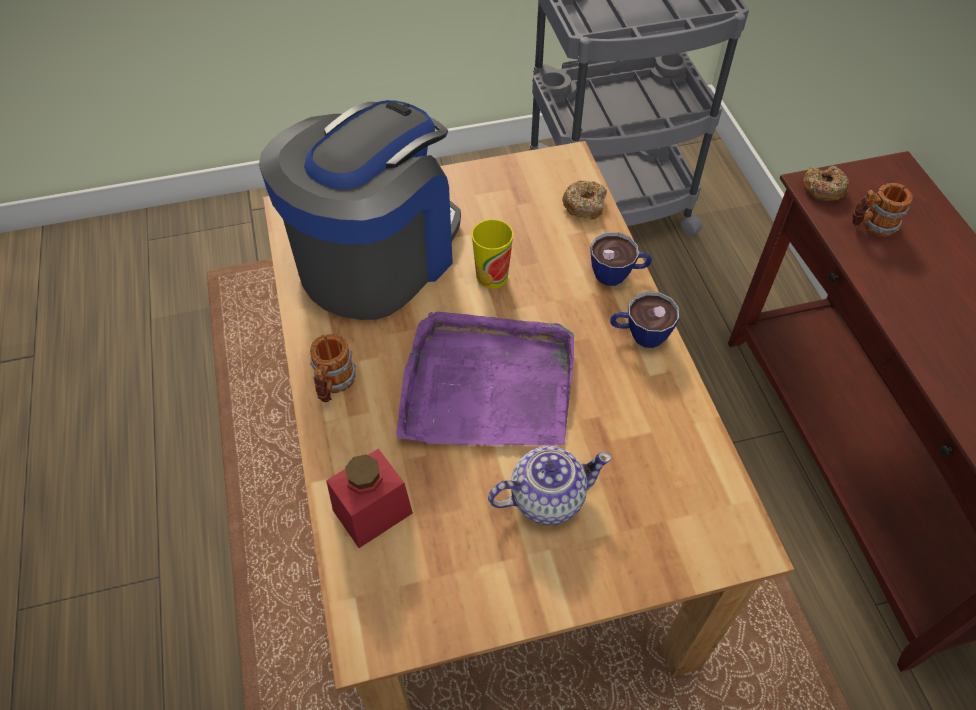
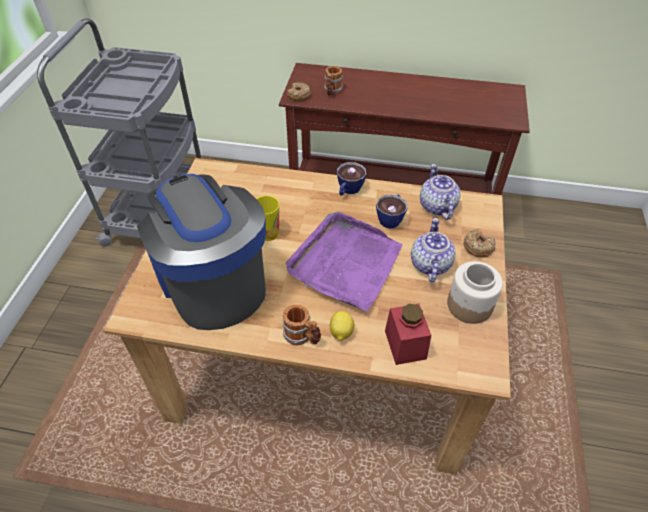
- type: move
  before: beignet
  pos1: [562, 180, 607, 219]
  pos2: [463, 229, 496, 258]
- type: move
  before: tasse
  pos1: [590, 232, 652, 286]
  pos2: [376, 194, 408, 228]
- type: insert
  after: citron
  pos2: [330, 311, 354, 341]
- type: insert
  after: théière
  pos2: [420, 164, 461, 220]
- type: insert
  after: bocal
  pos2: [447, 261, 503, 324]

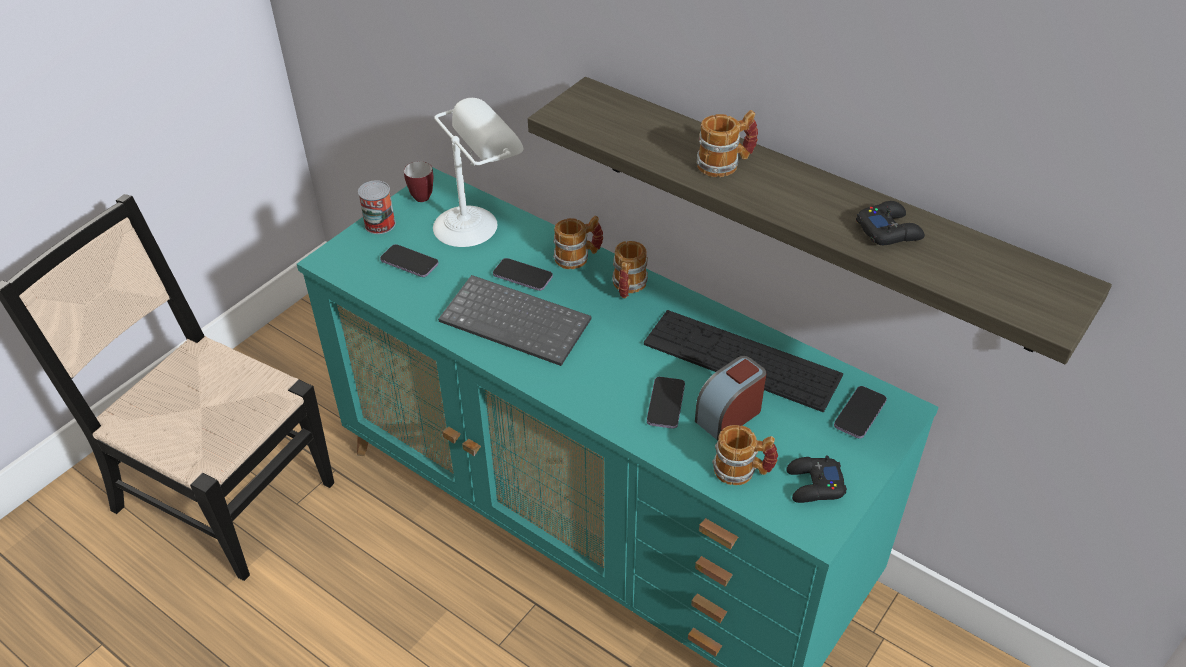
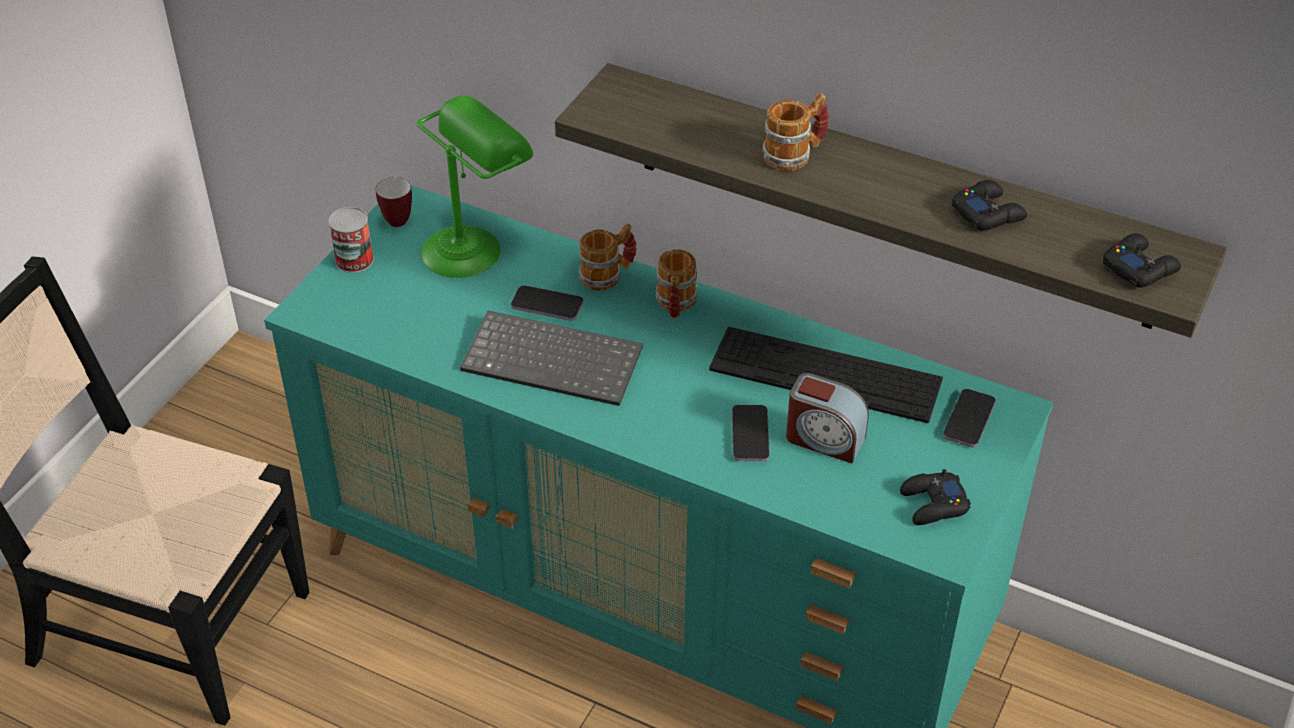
- type: delete
  before: téléphone
  pos1: [380, 244, 439, 277]
- type: recolor
  before: lampe de table [blanc]
  after: lampe de table [vert]
  pos1: [433, 98, 524, 247]
  pos2: [417, 96, 533, 278]
- type: rotate
  before: réveil
  pos1: [695, 356, 766, 440]
  pos2: [786, 373, 869, 463]
  turn: -105
- type: delete
  before: mug
  pos1: [712, 425, 778, 485]
- type: insert
  after: manette [noir]
  pos2: [1103, 233, 1181, 288]

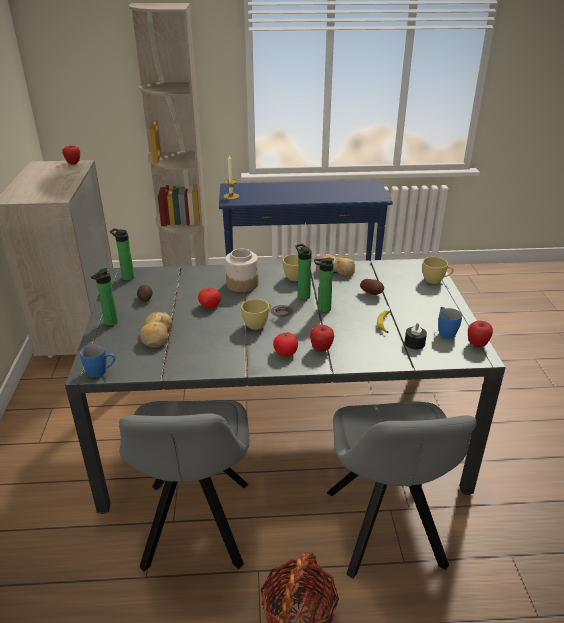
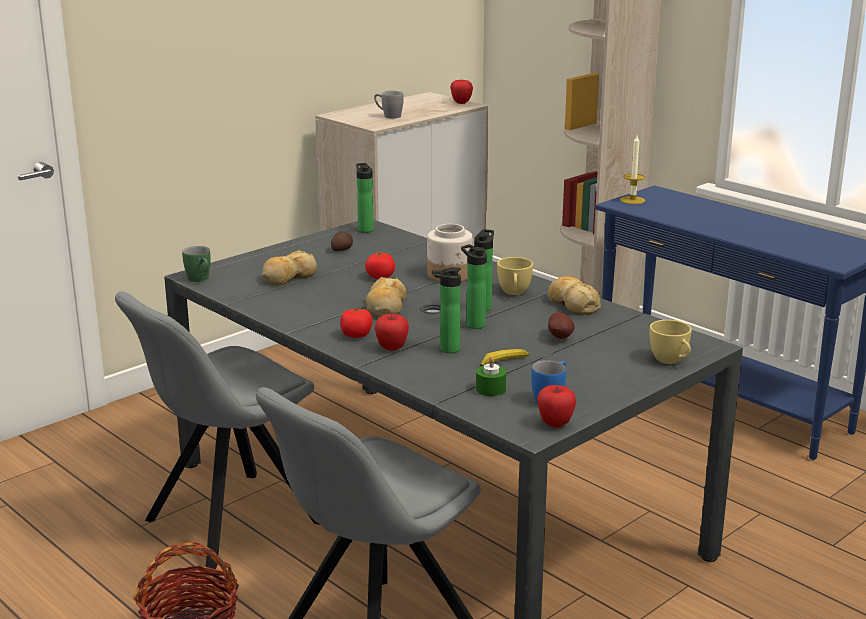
- type: recolor
  before: mug [bleu]
  after: mug [vert]
  pos1: [80, 344, 115, 377]
  pos2: [182, 246, 211, 282]
- type: move
  before: bouteille
  pos1: [91, 268, 118, 326]
  pos2: [432, 267, 461, 353]
- type: replace
  before: tasse [jaune]
  after: pain
  pos1: [241, 299, 271, 330]
  pos2: [365, 277, 406, 317]
- type: recolor
  before: bougie [noir]
  after: bougie [vert]
  pos1: [405, 323, 427, 349]
  pos2: [476, 356, 507, 396]
- type: insert
  after: mug [gris]
  pos2: [374, 91, 404, 119]

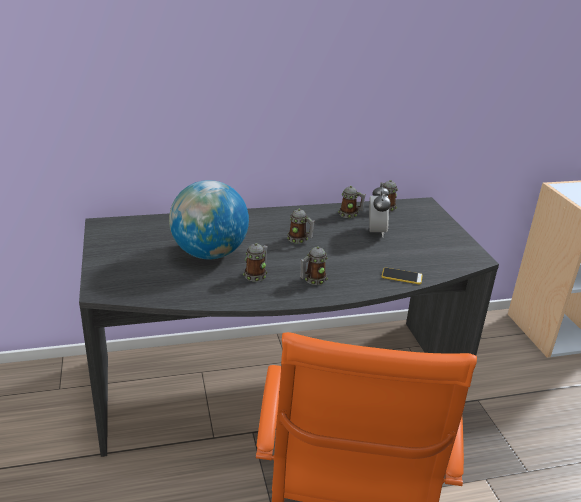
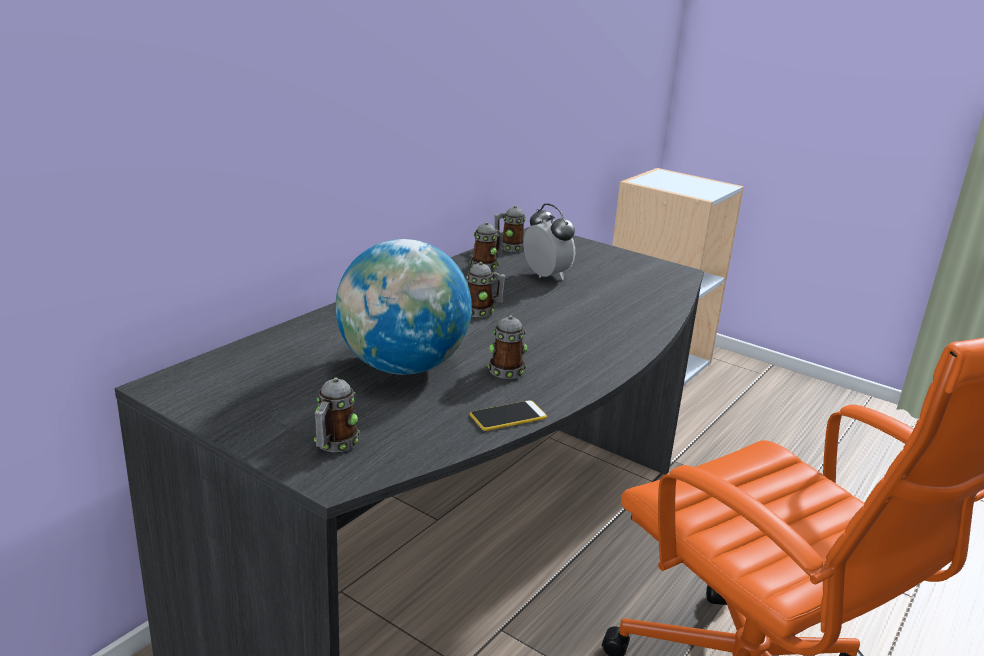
- type: move
  before: mug
  pos1: [300, 247, 328, 285]
  pos2: [314, 377, 360, 452]
- type: move
  before: téléphone
  pos1: [381, 268, 423, 284]
  pos2: [470, 400, 547, 431]

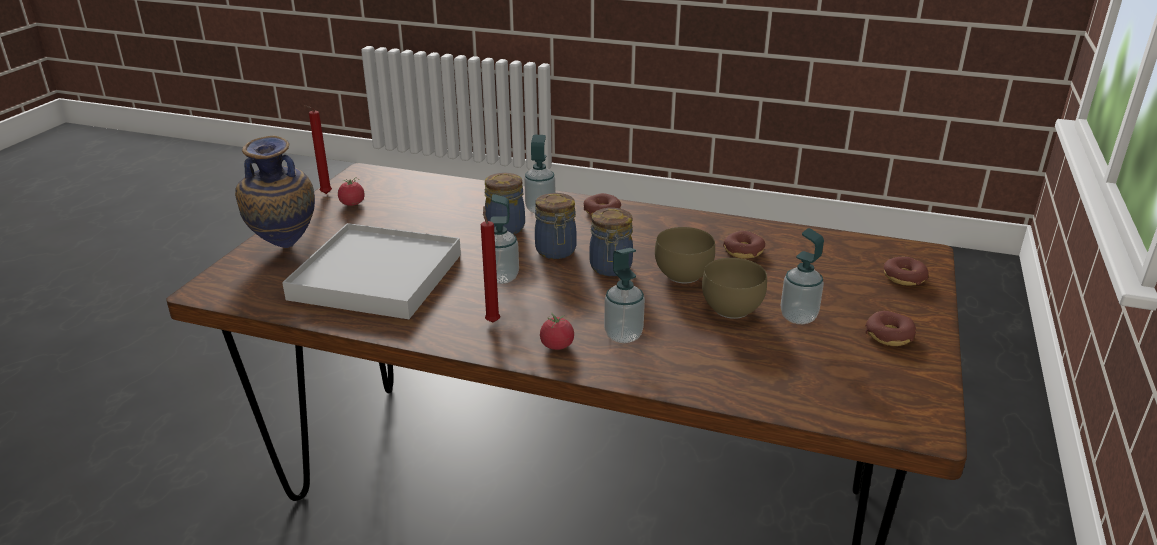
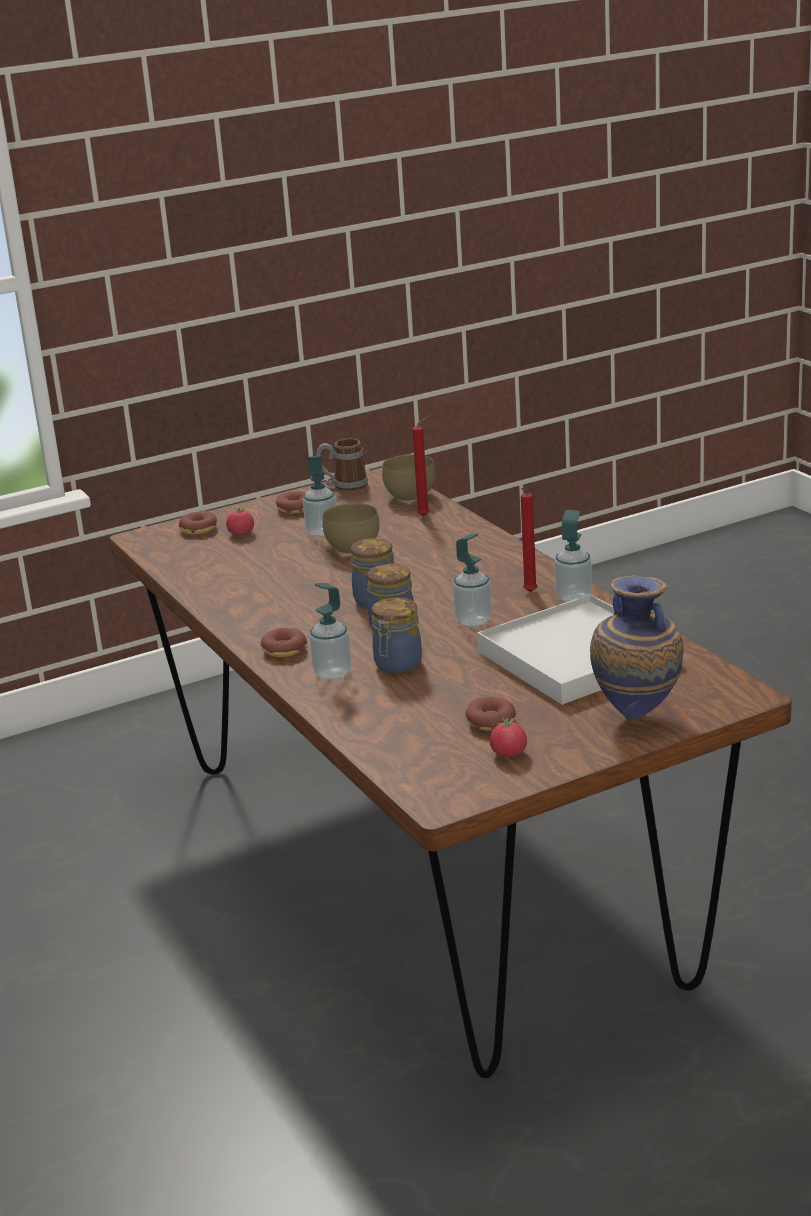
- type: move
  before: bougie [rouge]
  pos1: [304, 105, 332, 194]
  pos2: [412, 417, 430, 516]
- type: move
  before: tomate
  pos1: [540, 312, 574, 350]
  pos2: [226, 506, 254, 535]
- type: move
  before: distributeur de savon
  pos1: [604, 248, 645, 343]
  pos2: [555, 510, 592, 602]
- type: move
  before: bol [marron]
  pos1: [655, 227, 715, 283]
  pos2: [382, 454, 435, 502]
- type: move
  before: beignet
  pos1: [723, 231, 765, 259]
  pos2: [466, 697, 516, 731]
- type: insert
  after: mug
  pos2: [316, 438, 368, 492]

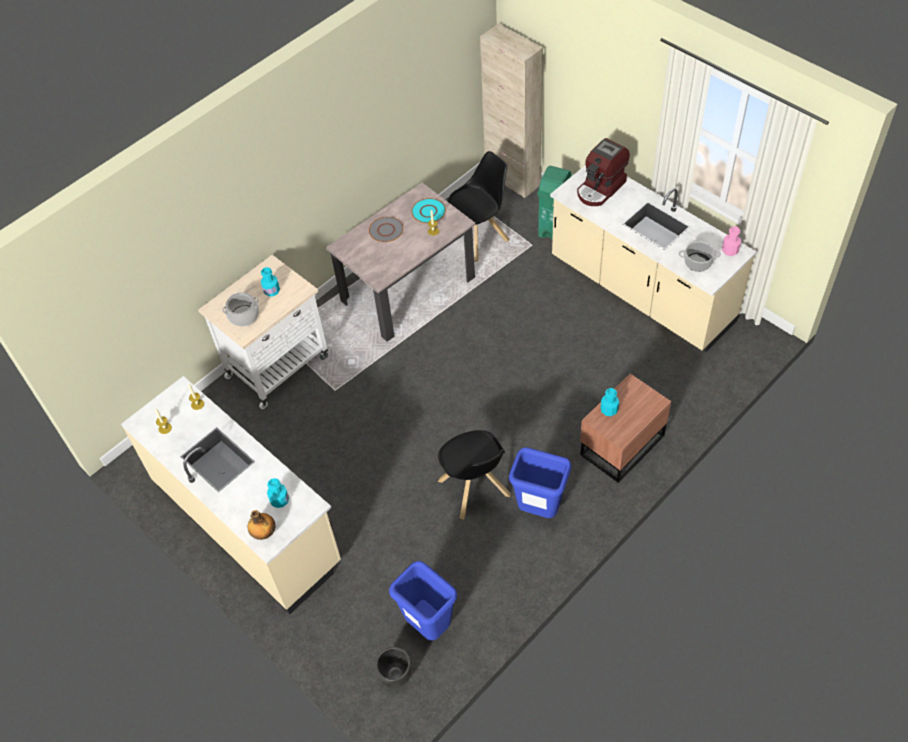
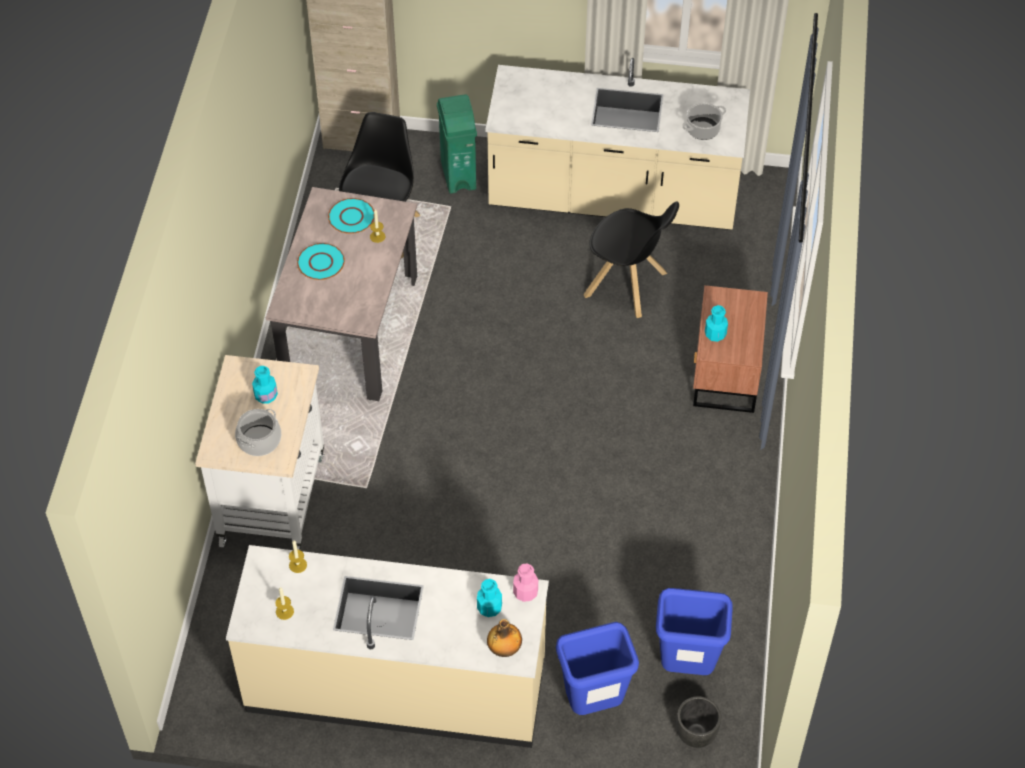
- type: recolor
  before: assiette [gris]
  after: assiette [turquoise]
  pos1: [369, 217, 403, 242]
  pos2: [297, 243, 345, 280]
- type: move
  before: chaise [noir]
  pos1: [438, 430, 511, 520]
  pos2: [583, 201, 679, 318]
- type: move
  before: poubelle [bleu]
  pos1: [509, 447, 571, 518]
  pos2: [556, 622, 639, 715]
- type: delete
  before: machine à café
  pos1: [577, 138, 630, 206]
- type: move
  before: bouteille [rose]
  pos1: [722, 226, 741, 256]
  pos2: [513, 563, 538, 602]

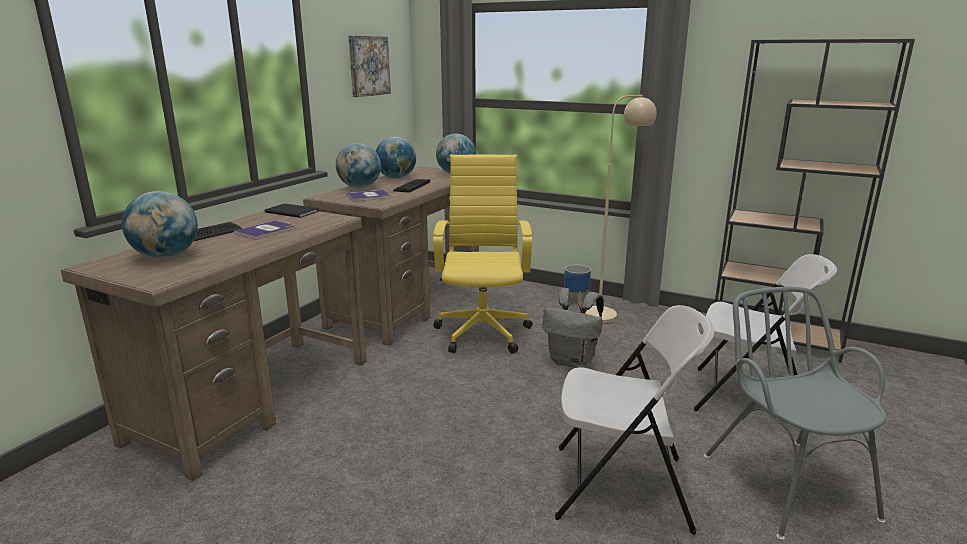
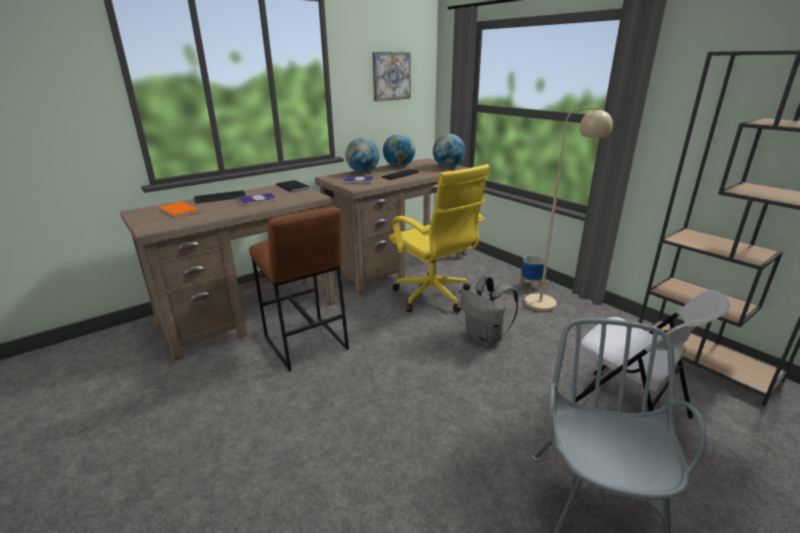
- type: replace
  before: globe
  after: livre [orange]
  pos1: [122, 191, 198, 258]
  pos2: [160, 202, 200, 218]
- type: rotate
  before: chaise de bureau [jaune]
  pos1: [433, 154, 533, 354]
  pos2: [389, 164, 489, 312]
  turn: 120
- type: delete
  before: chaise [blanc]
  pos1: [555, 305, 714, 535]
- type: insert
  after: tabouret [marron]
  pos2: [249, 206, 349, 371]

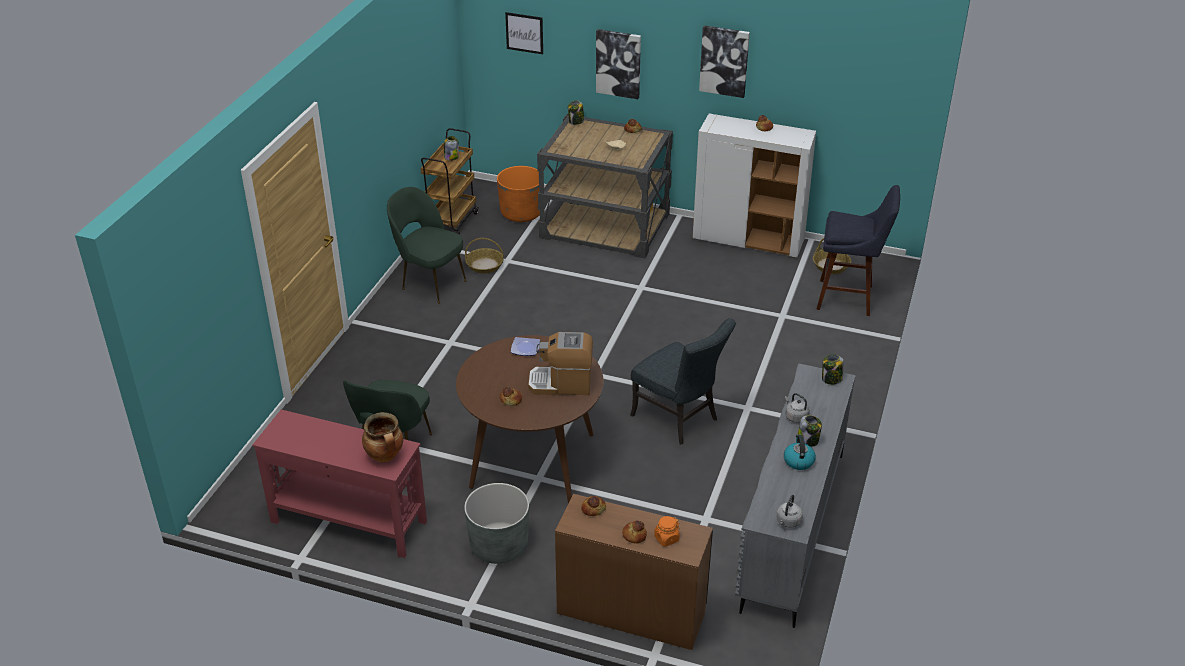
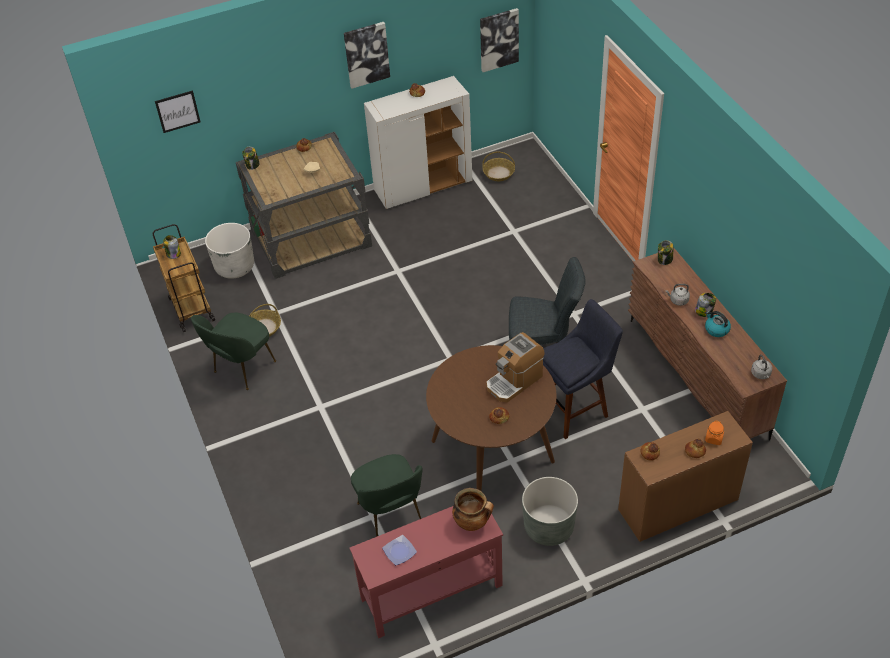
- type: rotate
  before: chaise [vert]
  pos1: [387, 187, 467, 304]
  pos2: [191, 313, 276, 390]
  turn: -45
- type: recolor
  before: cache-pot [orange]
  after: cache-pot [blanc]
  pos1: [497, 166, 540, 222]
  pos2: [205, 223, 254, 279]
- type: move
  before: assiette
  pos1: [511, 337, 540, 356]
  pos2: [382, 535, 417, 565]
- type: move
  before: tableau
  pos1: [596, 29, 641, 99]
  pos2: [480, 8, 519, 72]
- type: recolor
  before: commode [gris]
  after: commode [marron]
  pos1: [735, 363, 856, 628]
  pos2: [628, 247, 787, 441]
- type: move
  before: tabouret [bleu]
  pos1: [816, 185, 900, 316]
  pos2: [543, 299, 623, 439]

